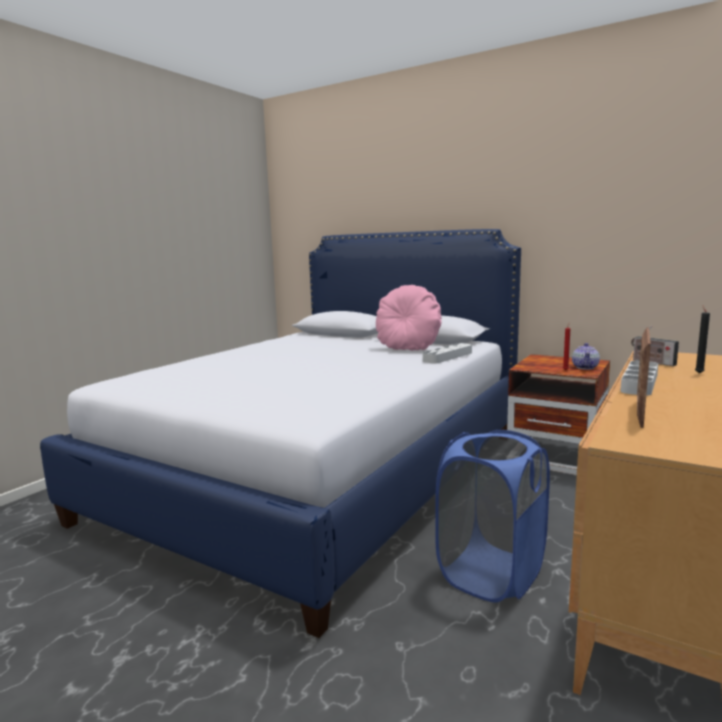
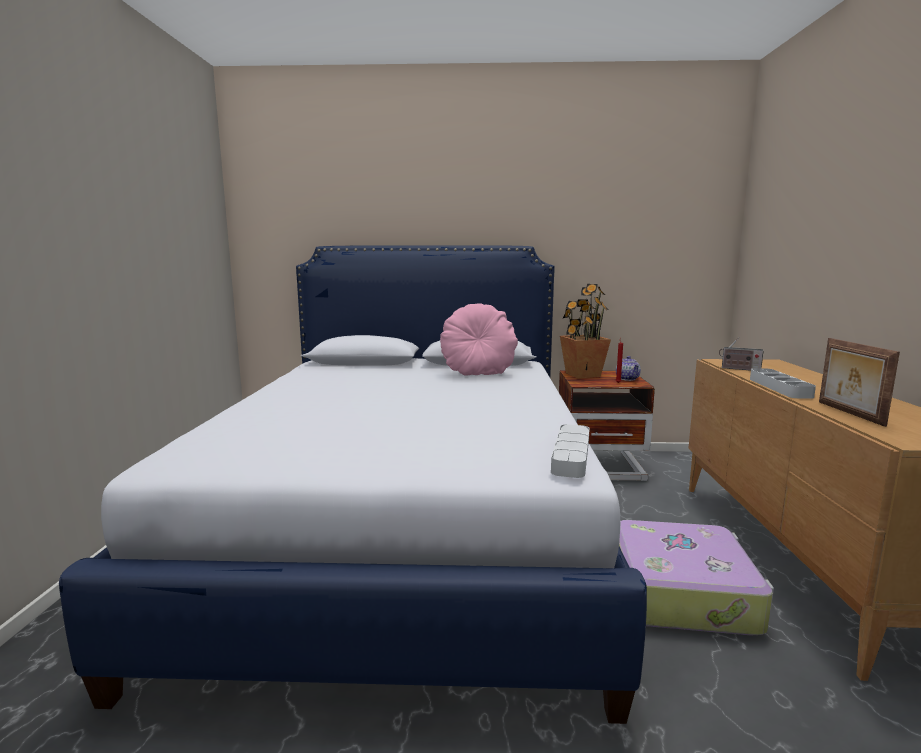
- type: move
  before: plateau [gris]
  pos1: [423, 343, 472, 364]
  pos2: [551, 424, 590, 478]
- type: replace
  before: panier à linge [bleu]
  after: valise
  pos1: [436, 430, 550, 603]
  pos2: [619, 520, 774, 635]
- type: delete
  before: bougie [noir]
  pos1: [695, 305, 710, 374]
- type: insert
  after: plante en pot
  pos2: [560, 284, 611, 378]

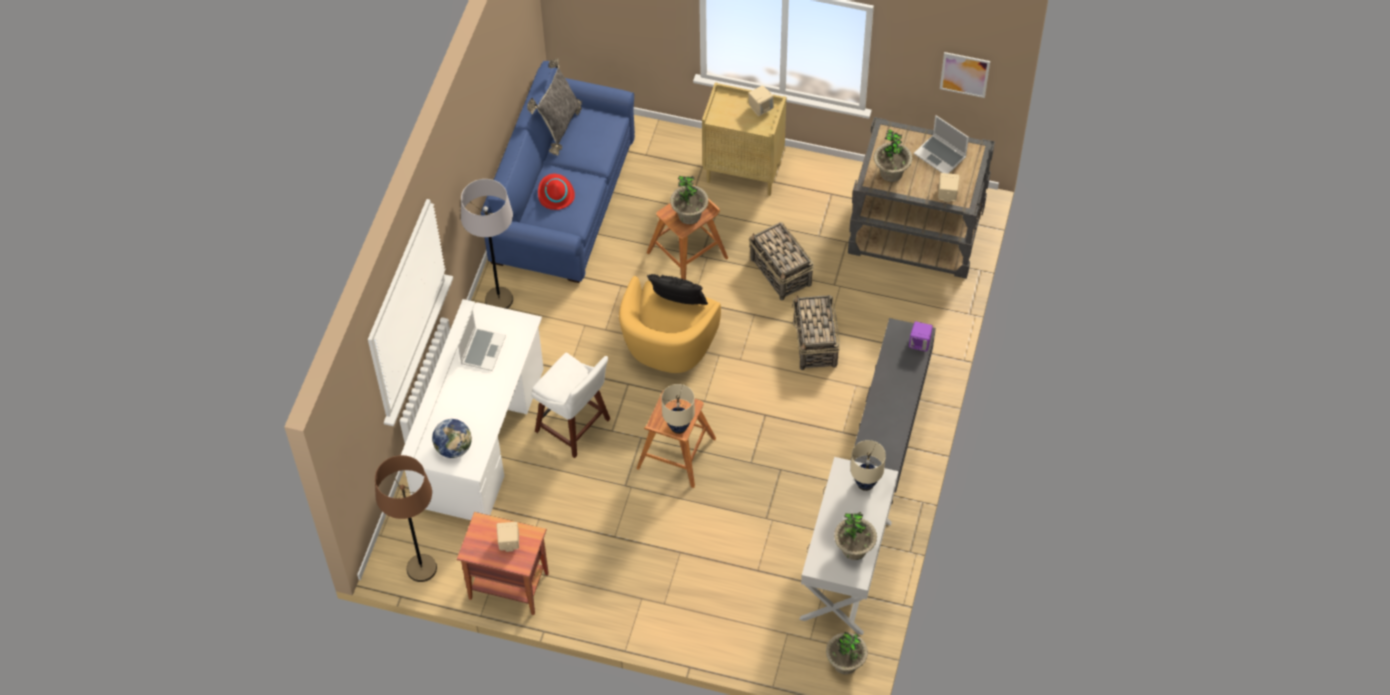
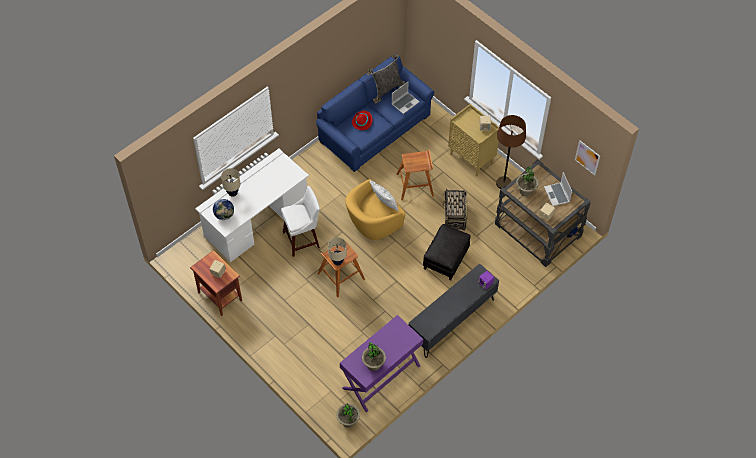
- type: move
  before: lampadaire [marron]
  pos1: [375, 455, 437, 582]
  pos2: [496, 115, 526, 189]
- type: move
  before: ordinateur portable
  pos1: [458, 310, 506, 371]
  pos2: [392, 81, 420, 114]
- type: delete
  before: lampadaire [gris]
  pos1: [461, 179, 513, 309]
- type: rotate
  before: chaise [blanc]
  pos1: [531, 353, 610, 458]
  pos2: [281, 186, 320, 257]
  turn: -90
- type: recolor
  before: coussin [noir]
  after: coussin [blanc]
  pos1: [647, 274, 708, 305]
  pos2: [370, 180, 399, 211]
- type: delete
  before: plante en pot
  pos1: [670, 176, 709, 224]
- type: replace
  before: panier
  after: pouf [noir]
  pos1: [792, 295, 840, 370]
  pos2: [423, 224, 471, 280]
- type: recolor
  before: table console [blanc]
  after: table console [violet]
  pos1: [799, 457, 898, 635]
  pos2: [340, 315, 423, 412]
- type: move
  before: lampe de table [beige]
  pos1: [850, 440, 886, 491]
  pos2: [221, 168, 240, 197]

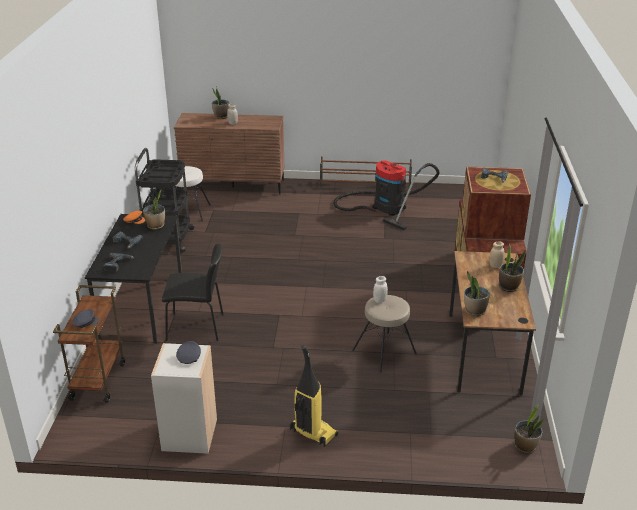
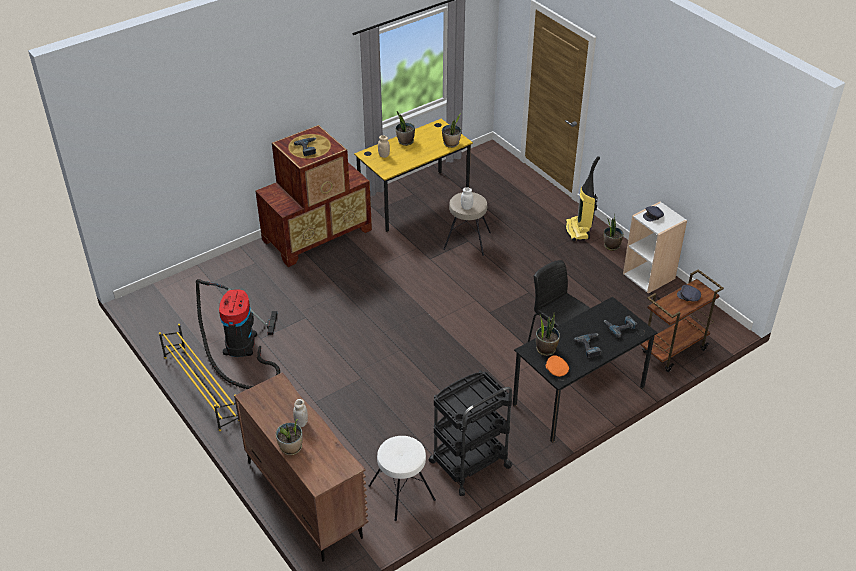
- type: recolor
  before: étagère à chaussures [marron]
  after: étagère à chaussures [jaune]
  pos1: [320, 156, 412, 191]
  pos2: [159, 324, 239, 431]
- type: recolor
  before: bureau [marron]
  after: bureau [jaune]
  pos1: [449, 251, 536, 396]
  pos2: [354, 119, 473, 232]
- type: move
  before: plante en pot
  pos1: [514, 404, 544, 453]
  pos2: [604, 213, 624, 251]

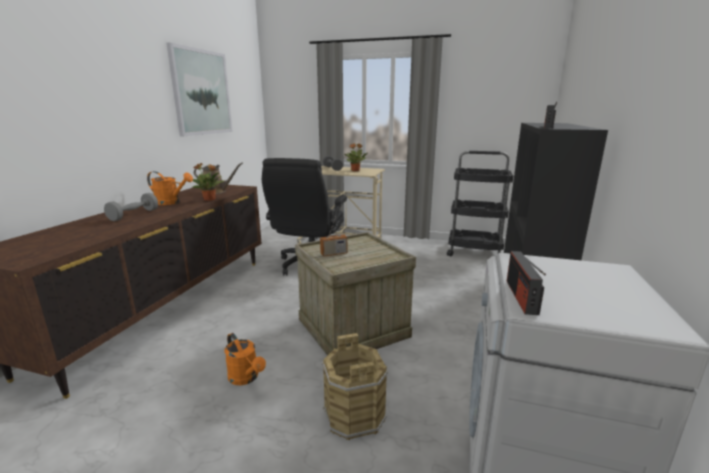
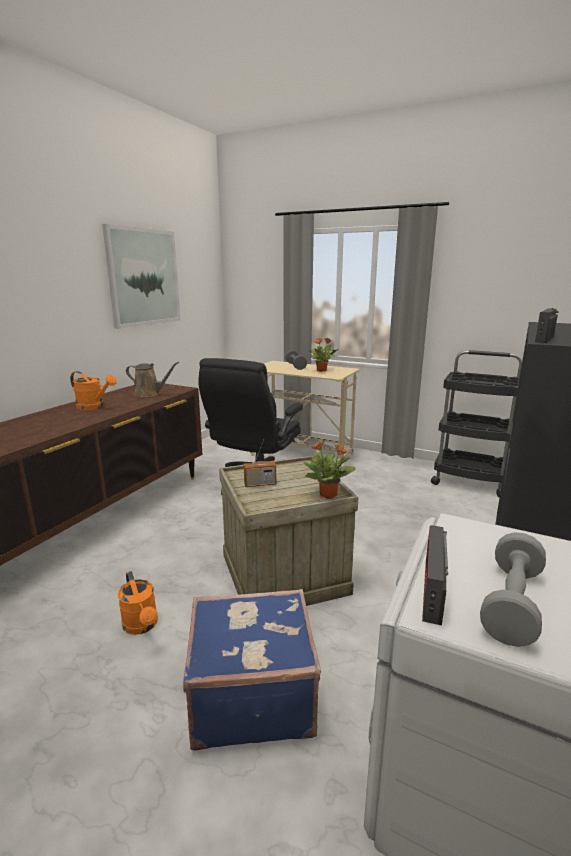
- type: move
  before: haltère [gris]
  pos1: [104, 193, 158, 221]
  pos2: [480, 532, 546, 647]
- type: move
  before: plante en pot
  pos1: [192, 163, 224, 201]
  pos2: [303, 440, 356, 499]
- type: replace
  before: seau [marron]
  after: valise [bleu]
  pos1: [321, 333, 388, 440]
  pos2: [183, 589, 321, 751]

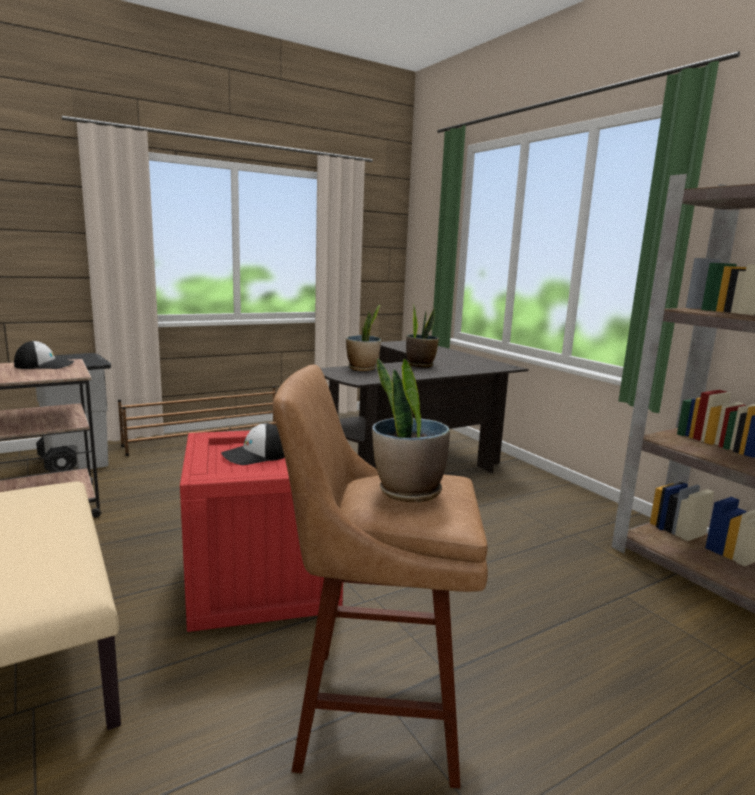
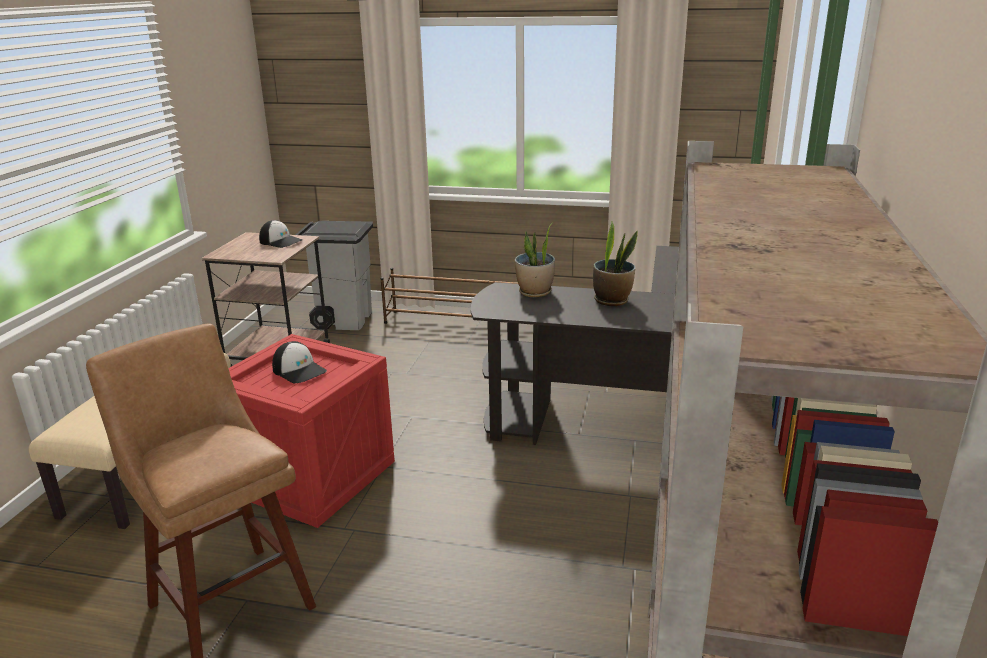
- type: rotate
  before: casquette
  pos1: [221, 423, 285, 465]
  pos2: [272, 341, 327, 384]
  turn: -150
- type: delete
  before: plante en pot
  pos1: [372, 359, 450, 502]

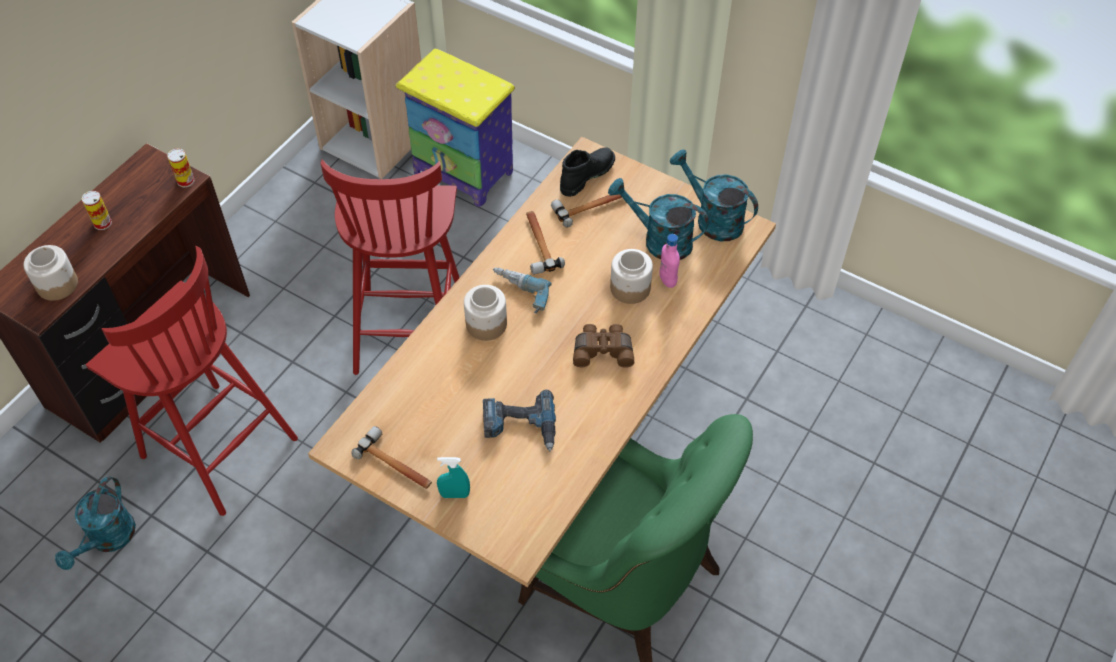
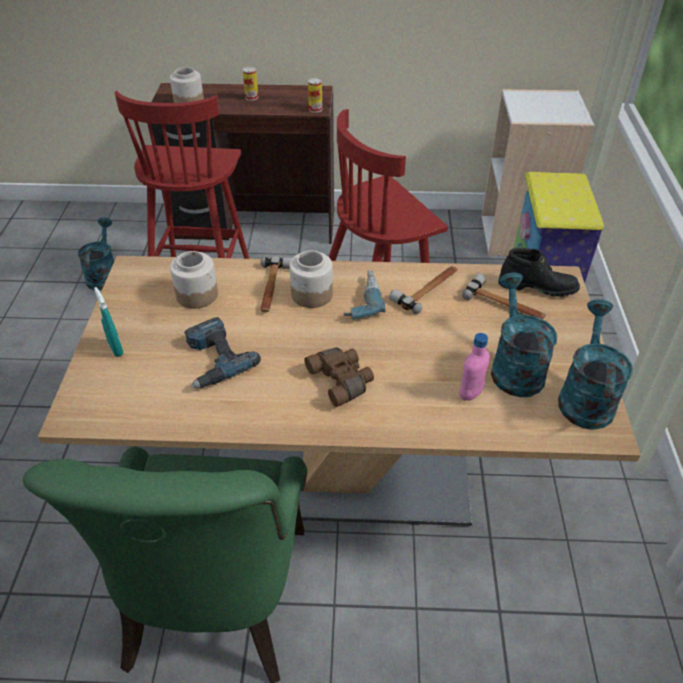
- type: rotate
  before: arrosoir [turquoise]
  pos1: [55, 476, 136, 570]
  pos2: [78, 217, 114, 290]
  turn: 105
- type: move
  before: marteau
  pos1: [351, 426, 432, 489]
  pos2: [260, 256, 292, 312]
- type: move
  before: bocal
  pos1: [610, 249, 653, 304]
  pos2: [170, 251, 218, 309]

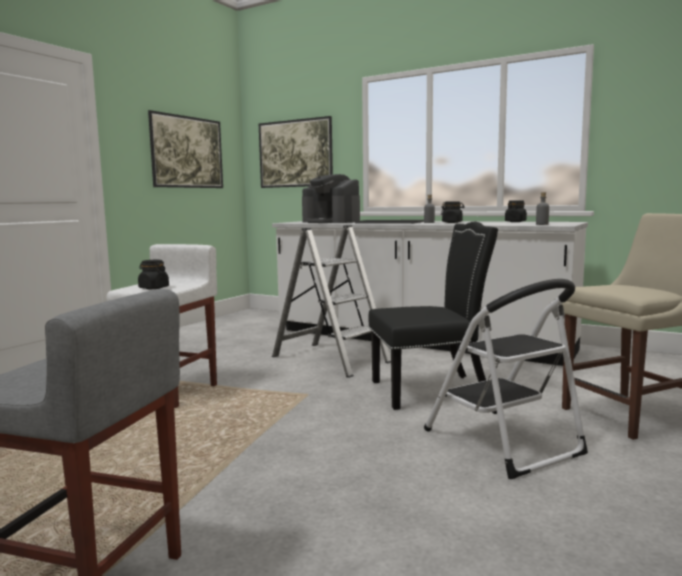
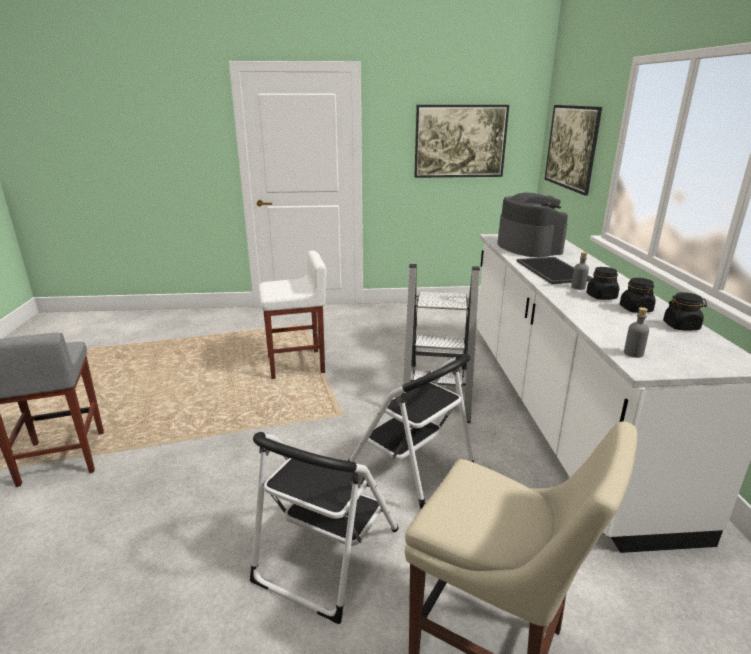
- type: move
  before: bocal [noir]
  pos1: [138, 260, 169, 289]
  pos2: [620, 278, 656, 313]
- type: rotate
  before: machine à café
  pos1: [302, 174, 360, 223]
  pos2: [497, 192, 568, 257]
  turn: 150
- type: replace
  before: chaise [noir]
  after: escabeau
  pos1: [368, 221, 498, 410]
  pos2: [348, 353, 474, 509]

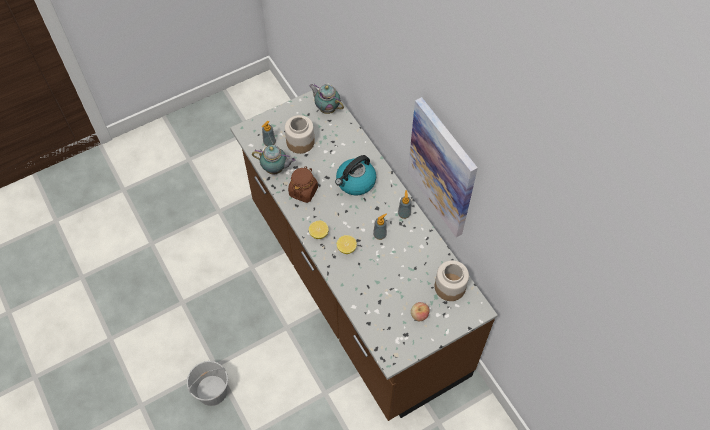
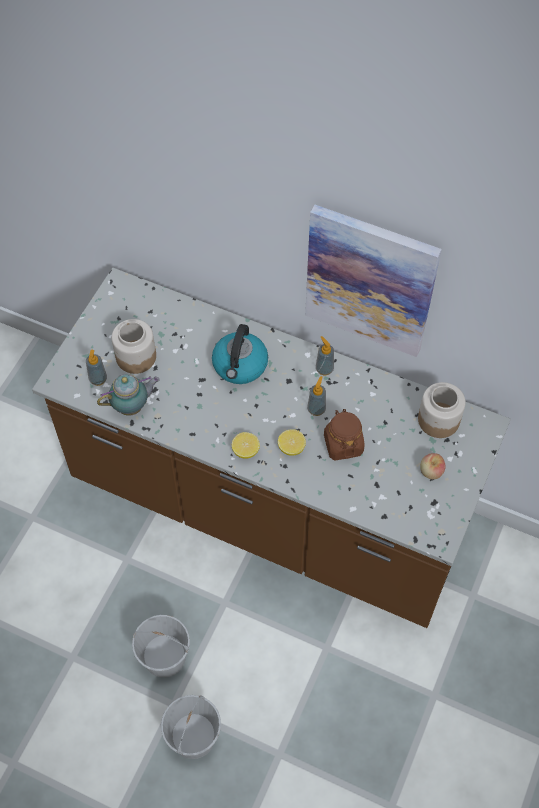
- type: move
  before: bocal [marron]
  pos1: [288, 166, 318, 203]
  pos2: [324, 409, 365, 460]
- type: delete
  before: théière
  pos1: [309, 84, 344, 114]
- type: insert
  after: seau [blanc]
  pos2: [132, 615, 190, 678]

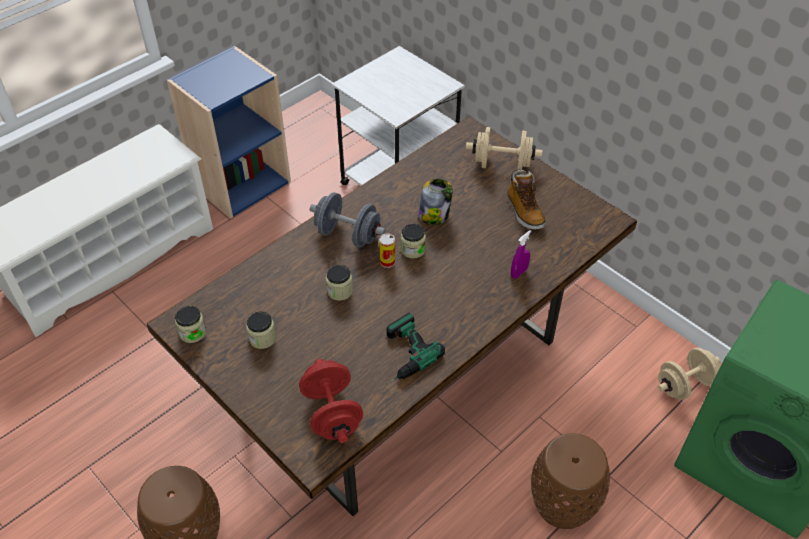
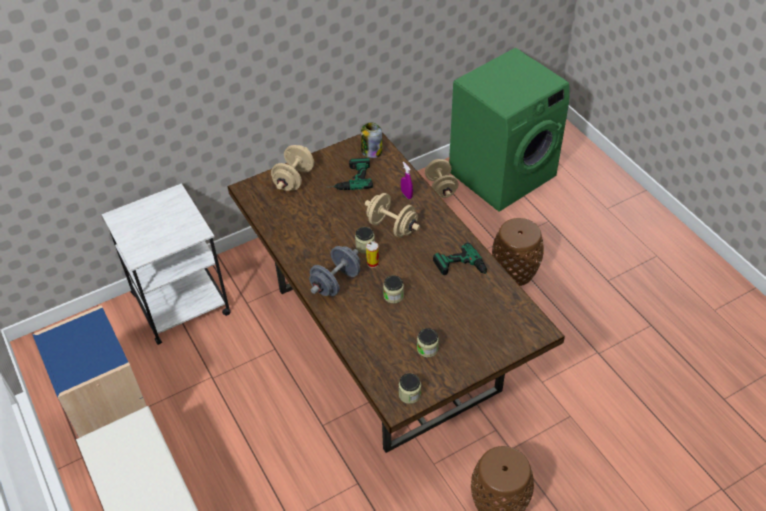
- type: delete
  before: haltère [rouge]
  pos1: [299, 359, 363, 443]
- type: move
  before: bocal
  pos1: [418, 179, 453, 225]
  pos2: [361, 123, 382, 158]
- type: replace
  before: botte
  after: perceuse
  pos1: [507, 169, 546, 229]
  pos2: [332, 158, 373, 190]
- type: insert
  after: haltère [beige]
  pos2: [365, 193, 420, 238]

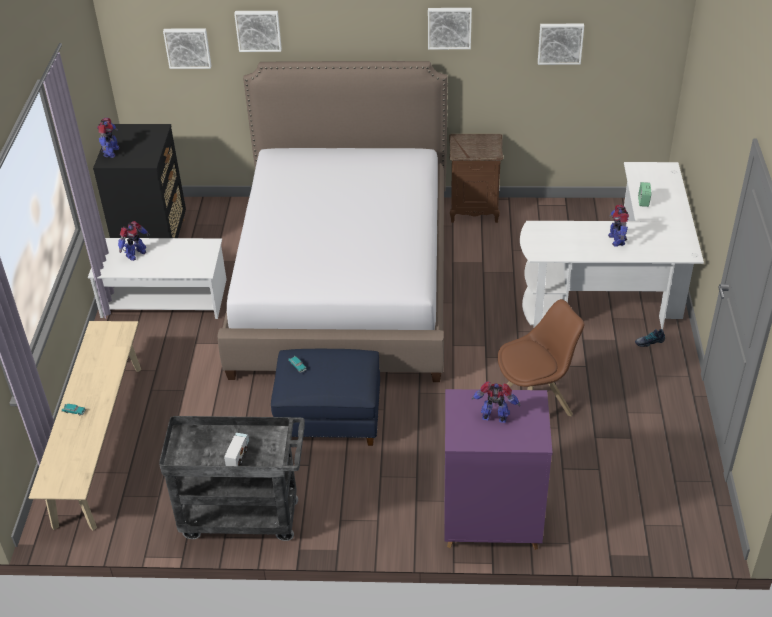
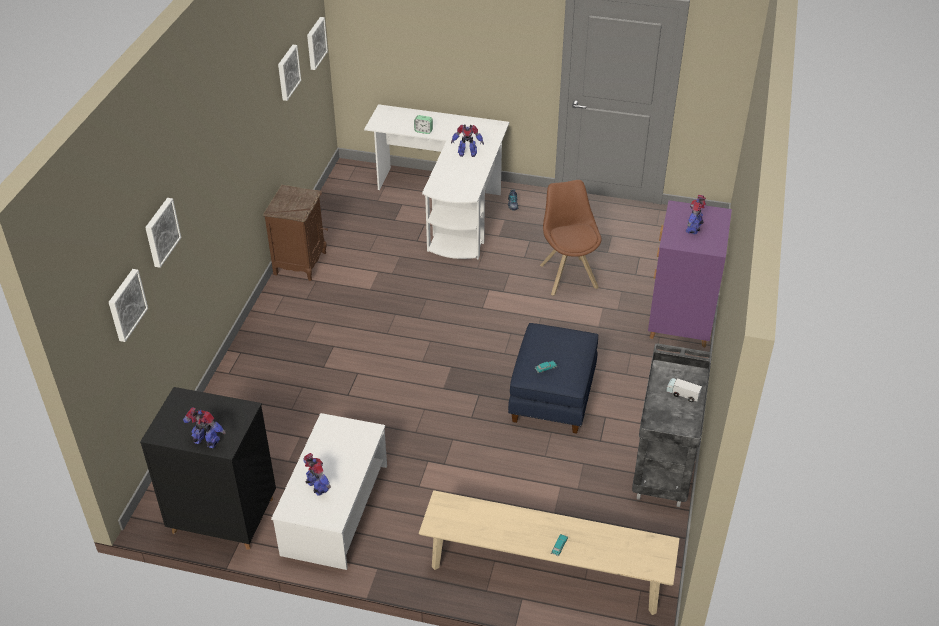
- type: delete
  before: lit
  pos1: [217, 61, 448, 382]
- type: move
  before: tableau
  pos1: [428, 8, 472, 49]
  pos2: [307, 17, 328, 70]

